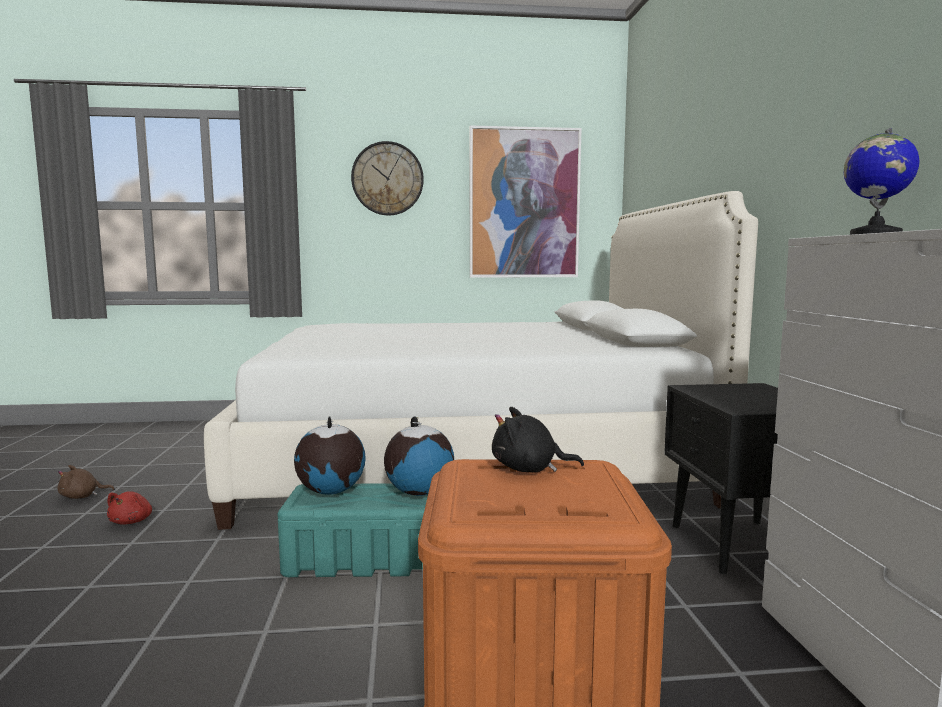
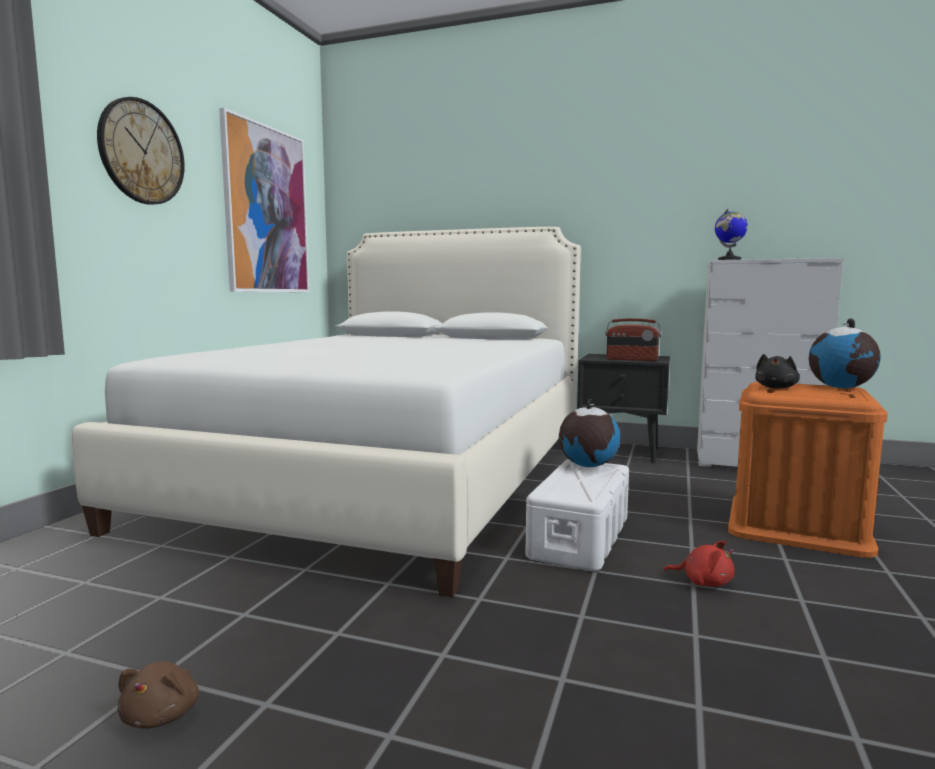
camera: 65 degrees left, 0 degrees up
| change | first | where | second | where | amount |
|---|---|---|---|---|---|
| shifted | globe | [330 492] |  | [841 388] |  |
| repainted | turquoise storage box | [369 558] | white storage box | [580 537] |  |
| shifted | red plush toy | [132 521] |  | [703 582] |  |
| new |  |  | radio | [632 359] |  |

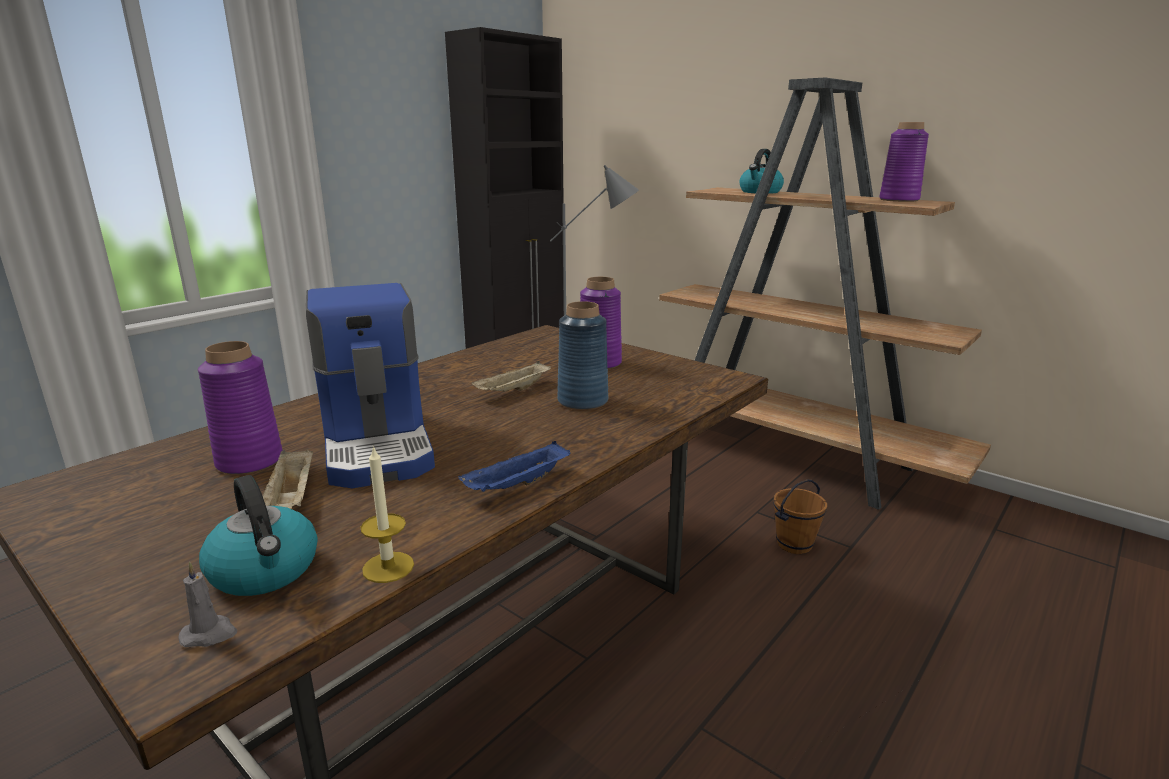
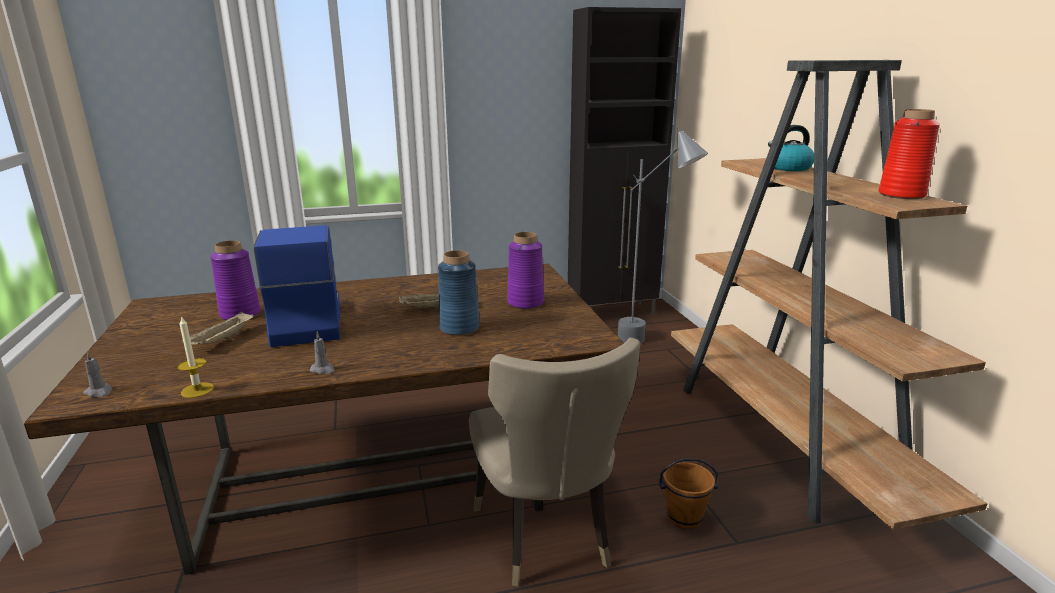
camera: 35 degrees right, 0 degrees up
| change | first | where | second | where | amount |
|---|---|---|---|---|---|
| repainted | purple vase | [899 200] | red vase | [902 195] |  |
| rotated | coffee machine | [379 444] |  | [306 322] | 150 degrees clockwise |
| swapped | blue tray | [517 485] | grey candle | [323 370] |  |
| gone | kettle | [265 571] |  |  |  |
| new |  |  | beige chair | [546 538] |  |

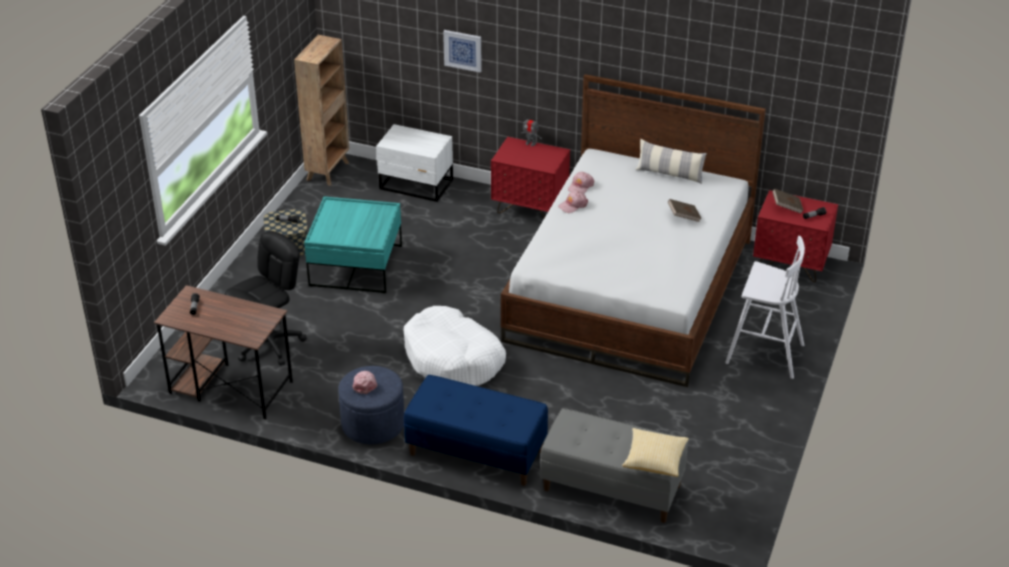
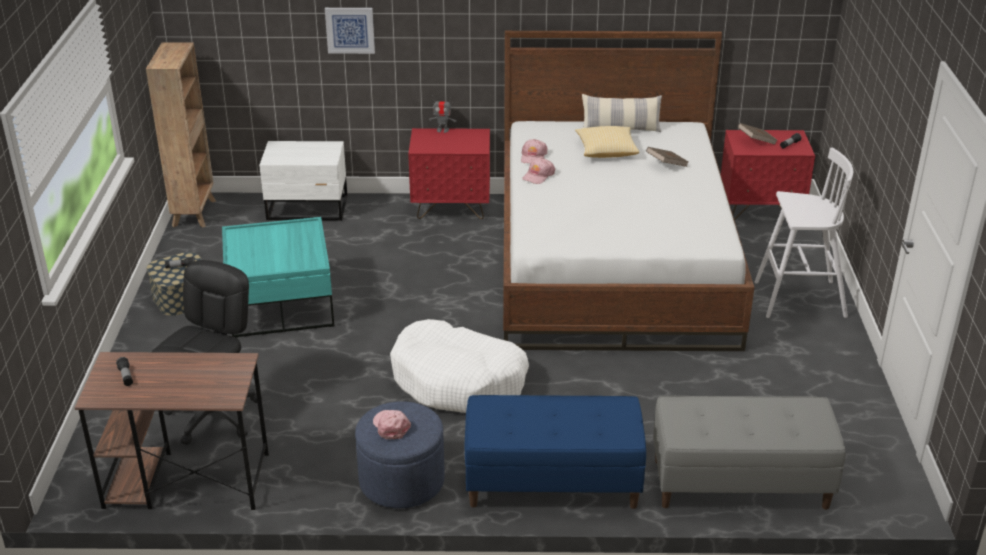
camera: 20 degrees left, 5 degrees down
| change | first | where | second | where | amount |
|---|---|---|---|---|---|
| shifted | pillow | [654 460] |  | [606 151] |  |

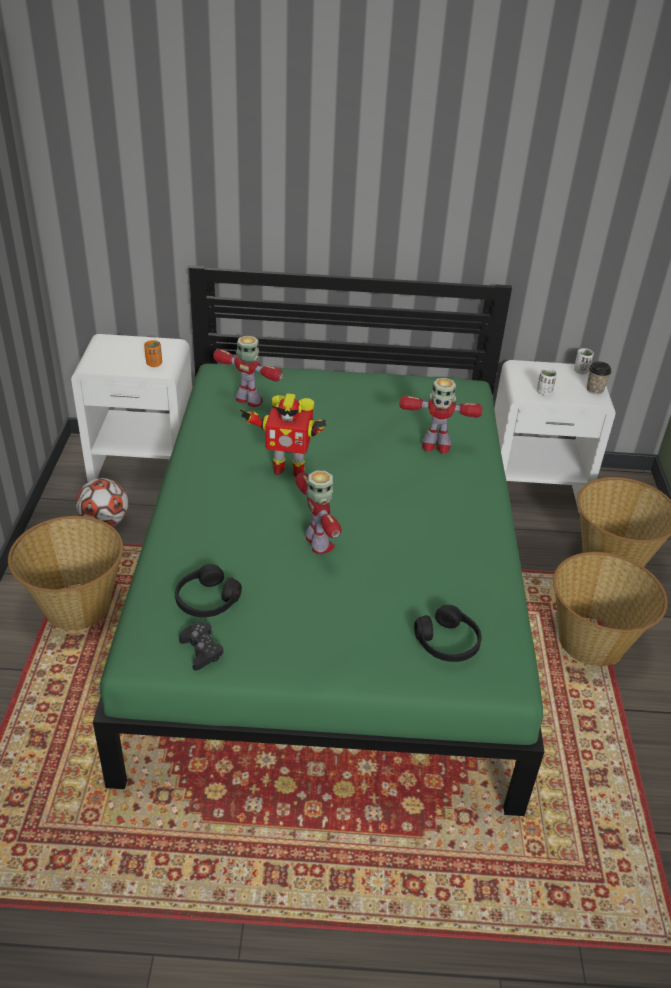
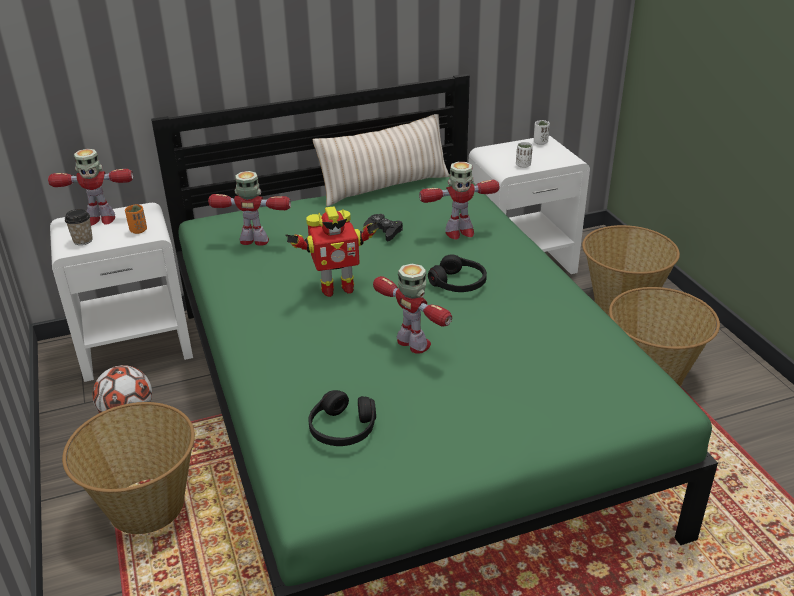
camera: 20 degrees left, 5 degrees down
| change | first | where | second | where | amount |
|---|---|---|---|---|---|
| shifted | cup | [595 390] |  | [83 240] |  |
| shifted | black headphones | [447 642] |  | [458 283] |  |
| shifted | black game controller | [201 650] |  | [383 231] |  |
| new |  |  | beige pillow | [384 187] |  |
| new |  |  | toy robot | [100 219] |  |

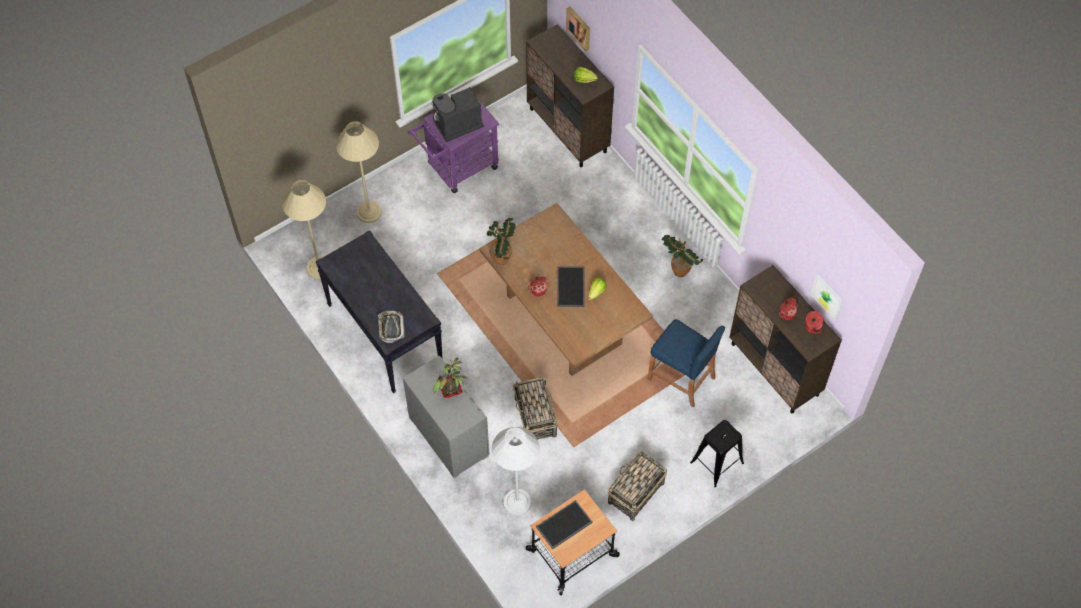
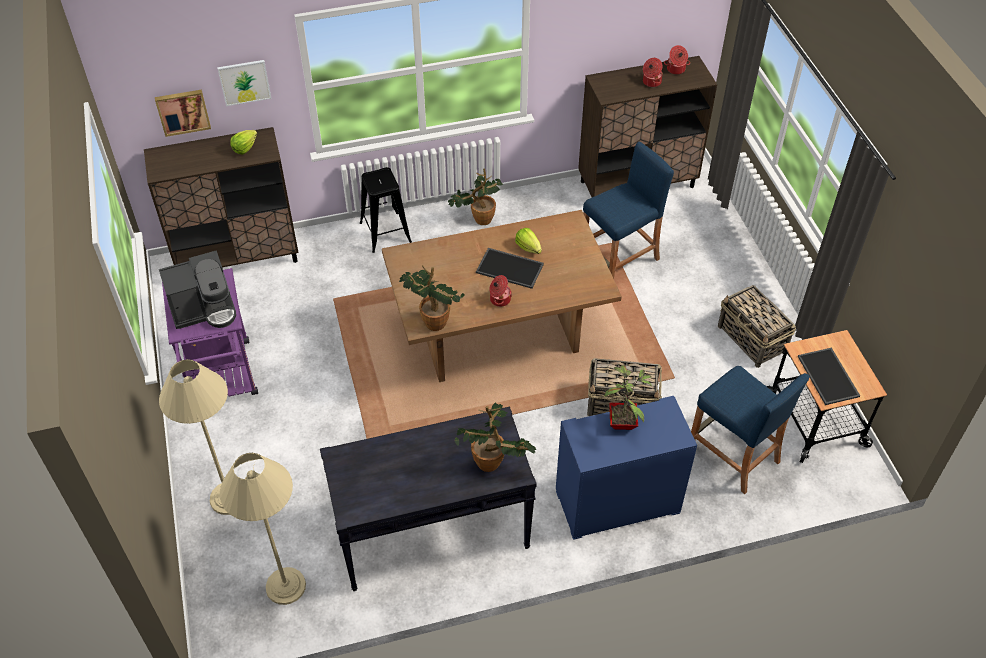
camera: 70 degrees left, 10 degrees down
| change | first | where | second | where | amount |
|---|---|---|---|---|---|
| rotated | coffee machine | [456 125] |  | [205 309] | 105 degrees counterclockwise |
| shifted | picture | [827 296] |  | [244 82] |  |
| swapped | tray | [391 327] | potted plant | [493 465] |  |
| repainted | grey dresser | [448 437] | blue dresser | [617 502] |  |
| shifted | black stool | [717 462] |  | [385 232] |  |
| swapped | white floor lamp | [517 502] | blue stool | [733 455] |  |

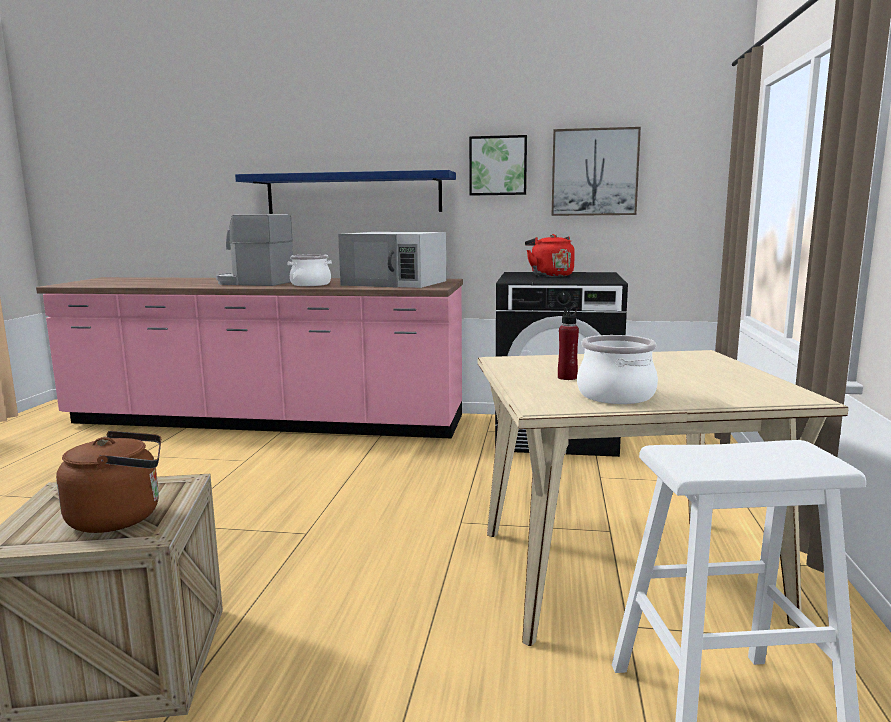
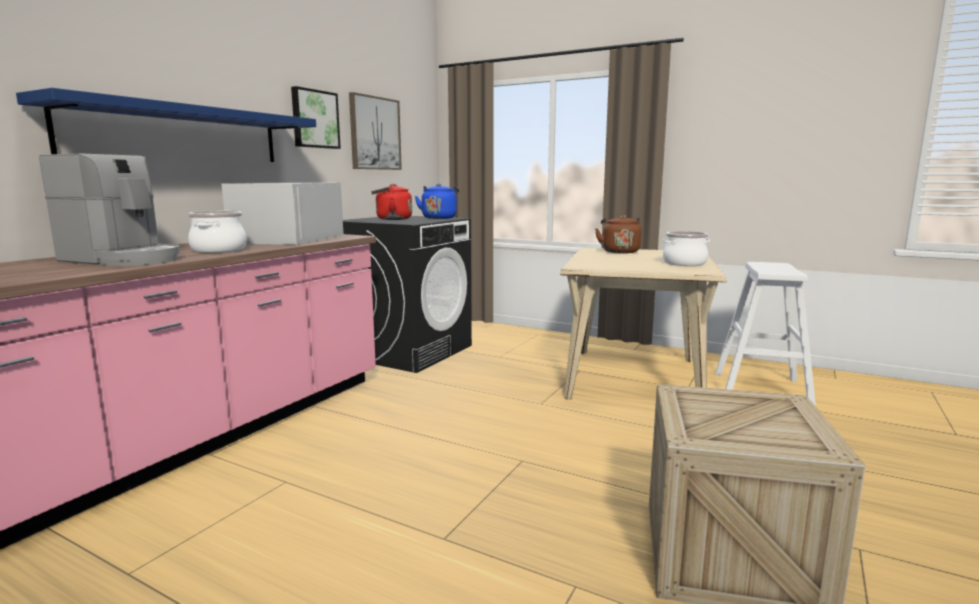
camera: 70 degrees left, 0 degrees up
| change | first | where | second | where | amount |
|---|---|---|---|---|---|
| rotated | coffee machine | [253 283] |  | [124 259] | 105 degrees counterclockwise |
| rotated | white microwave | [395 283] |  | [287 238] | 150 degrees clockwise |
| gone | red bottle | [567 377] |  |  |  |
| shifted | brown kettle | [121 517] |  | [619 251] |  |
| new |  |  | blue kettle | [439 218] |  |

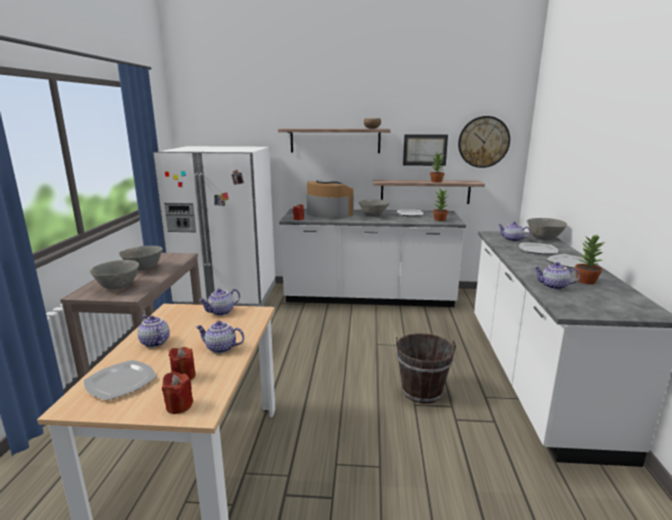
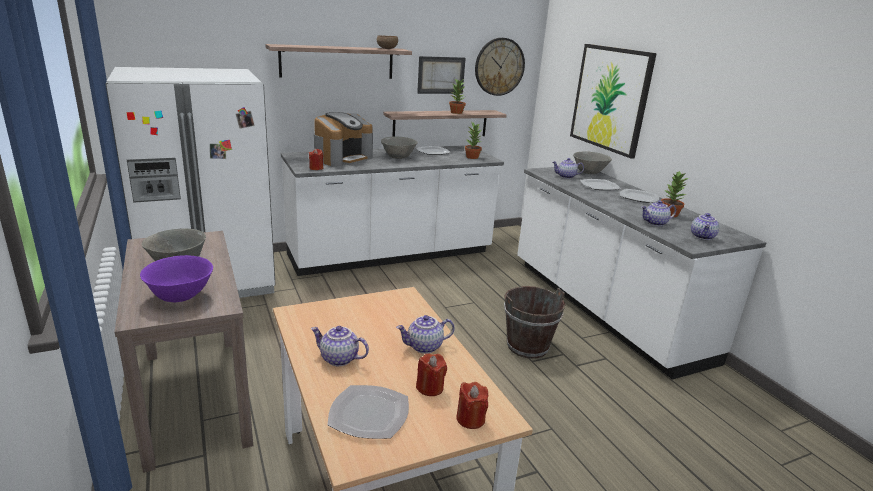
camera: 30 degrees left, 5 degrees up
| change | first | where | second | where | amount |
|---|---|---|---|---|---|
| rotated | coffee machine | [328 214] |  | [342 158] | 120 degrees clockwise |
| repainted | grey bowl | [118 287] | purple bowl | [181 297] |  |
| shifted | teapot | [221 312] |  | [703 237] |  |
| new |  |  | picture | [610 99] |  |

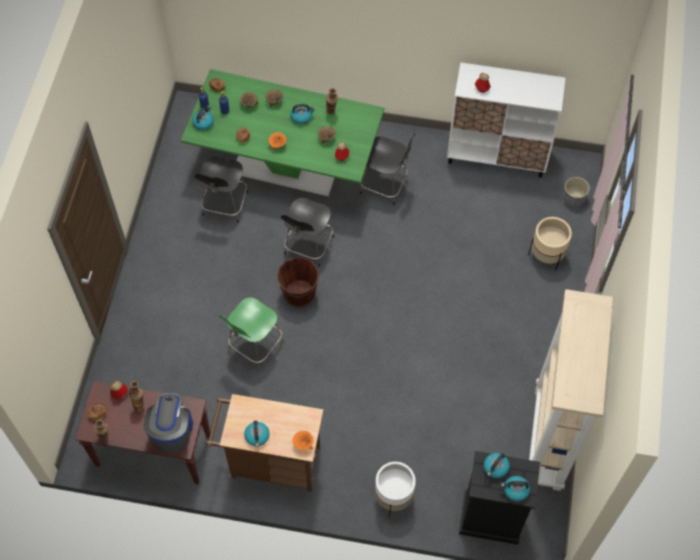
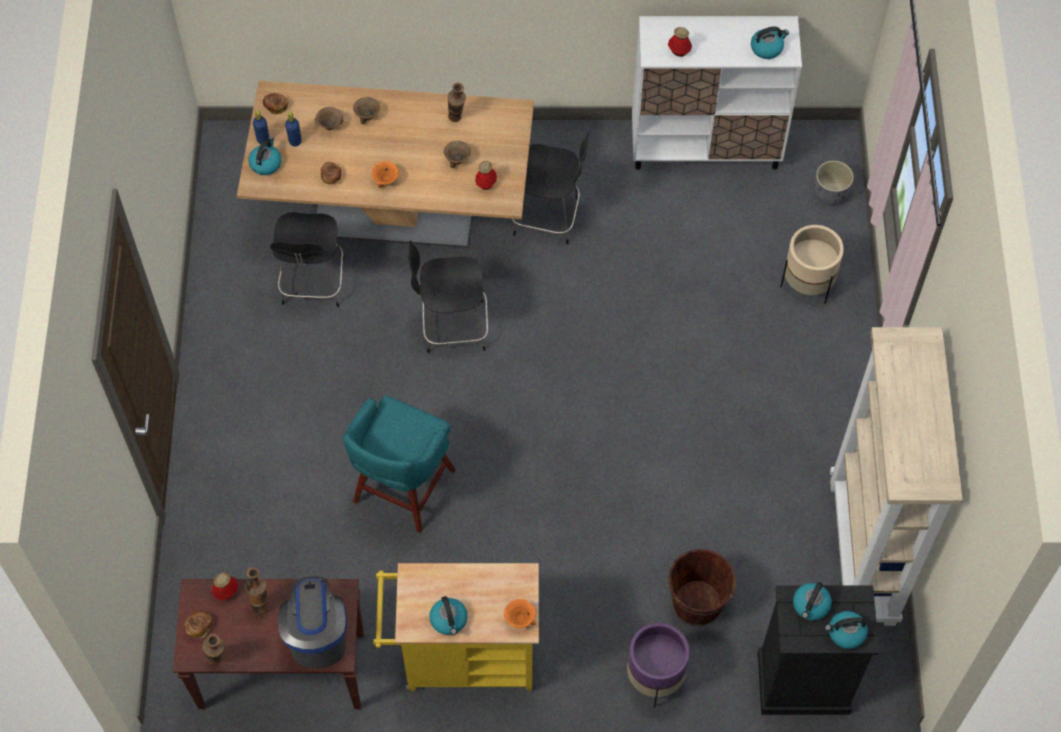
camera: 10 degrees left, 0 degrees up
| change | first | where | second | where | amount |
|---|---|---|---|---|---|
| repainted | green dining table | [286 166] | beige dining table | [394 211] |  |
| shifted | kettle | [302 117] |  | [767 48] |  |
| rotated | black chair | [308 247] |  | [452 326] | 75 degrees clockwise |
| shifted | brown bucket | [299 294] |  | [697 604] |  |
| swapped | green chair | [254 346] | turquoise stool | [402 489] |  |
| repainted | brown cart | [270 462] | yellow cart | [461 658] |  |
| repainted | white planter | [393 497] | purple planter | [654 677] |  |

